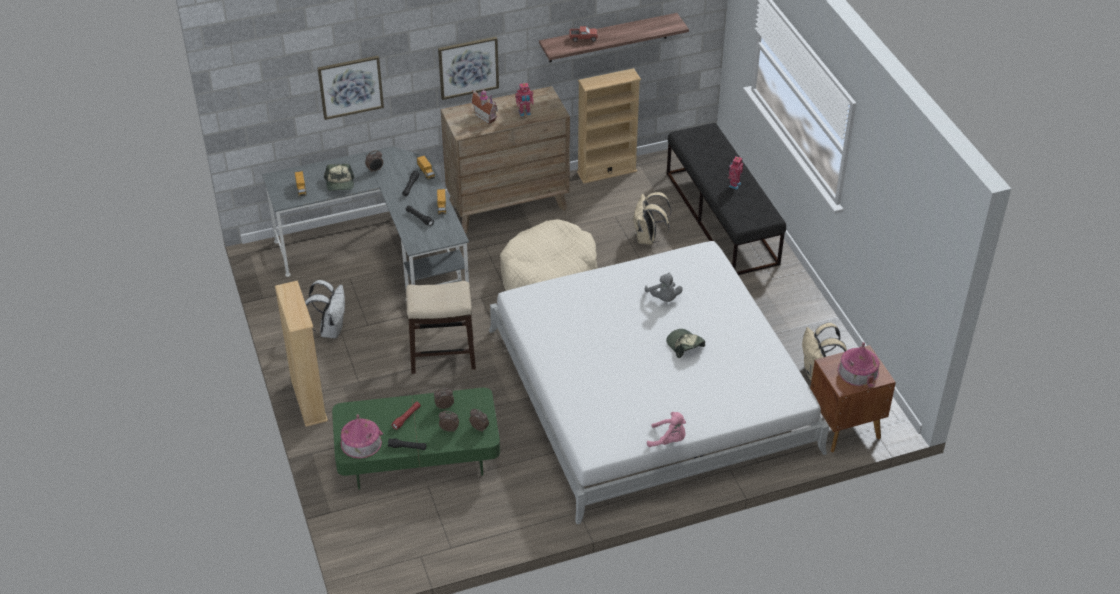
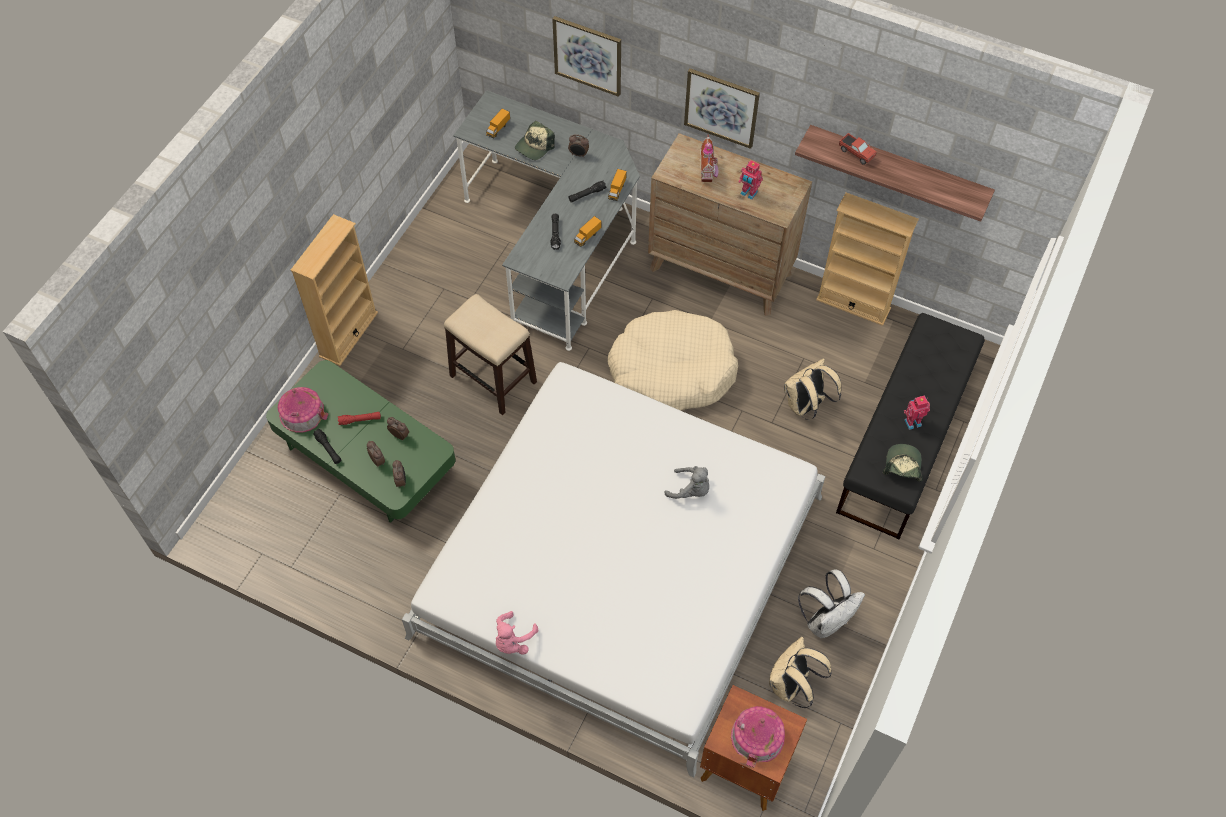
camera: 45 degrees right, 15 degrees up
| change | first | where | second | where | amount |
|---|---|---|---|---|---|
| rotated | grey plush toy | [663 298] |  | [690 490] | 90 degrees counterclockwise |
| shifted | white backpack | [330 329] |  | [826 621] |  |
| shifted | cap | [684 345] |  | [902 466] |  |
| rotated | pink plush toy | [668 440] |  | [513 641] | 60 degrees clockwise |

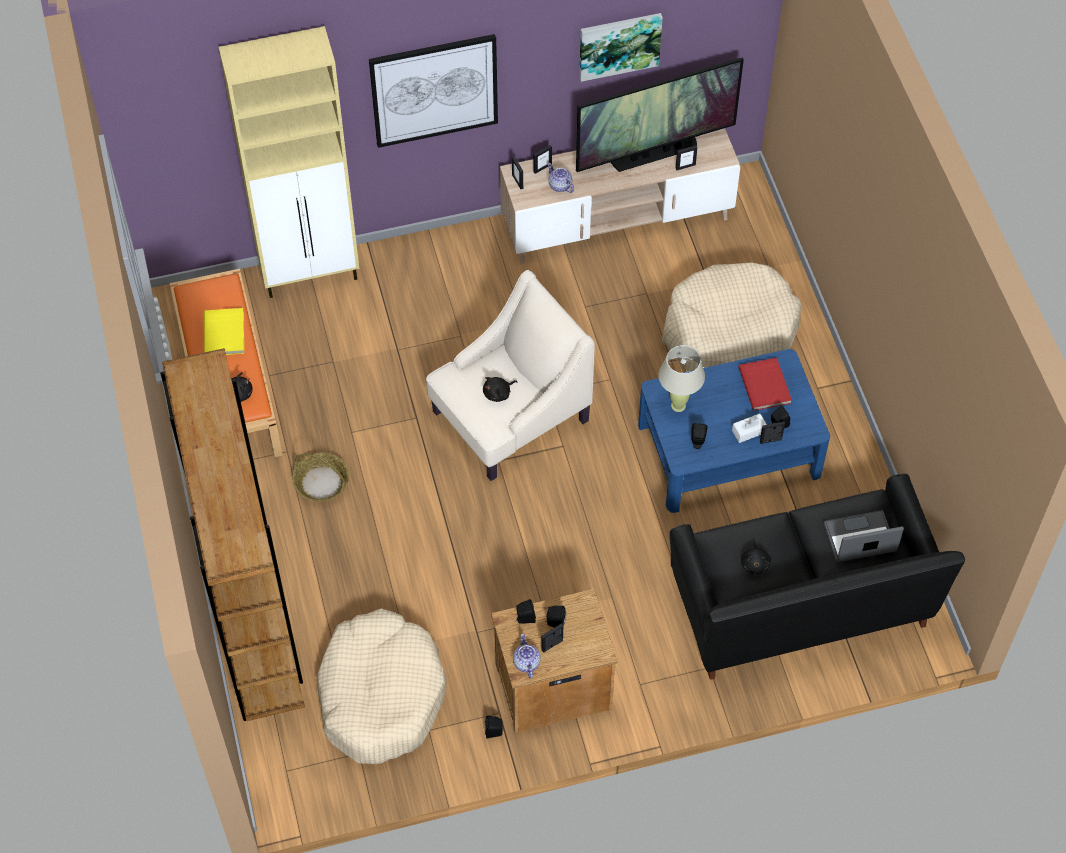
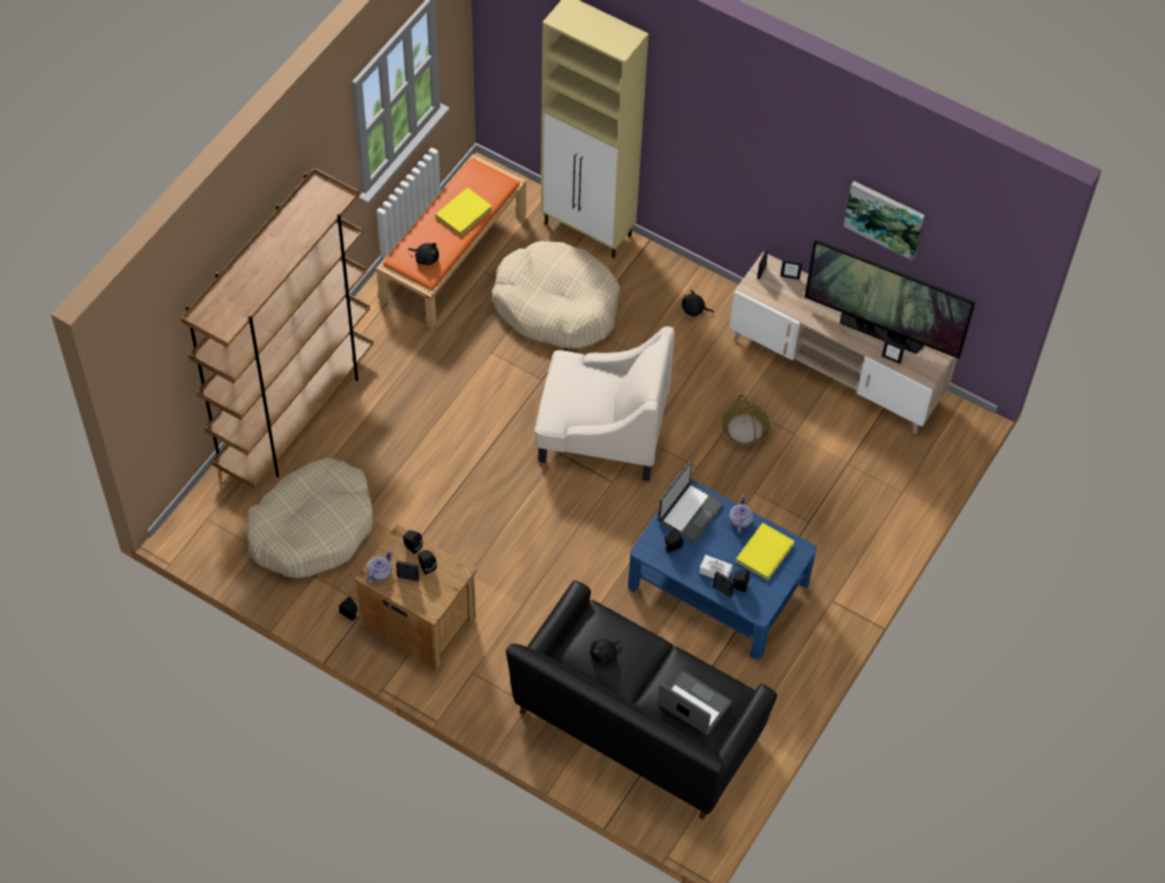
camera: 45 degrees right, 0 degrees up
| change | first | where | second | where | amount |
|---|---|---|---|---|---|
| gone | picture | [434 90] |  |  |  |
| shifted | teapot | [559 185] |  | [739 520] |  |
| shifted | beige dog bed | [728 331] |  | [556 305] |  |
| swapped | beige table lamp | [678 405] | laptop | [689 512] |  |
| repainted | red book | [765 385] | yellow book | [765 553] |  |
| shifted | black plush toy | [498 393] |  | [694 310] |  |
| shifted | basket | [322 482] |  | [745 429] |  |

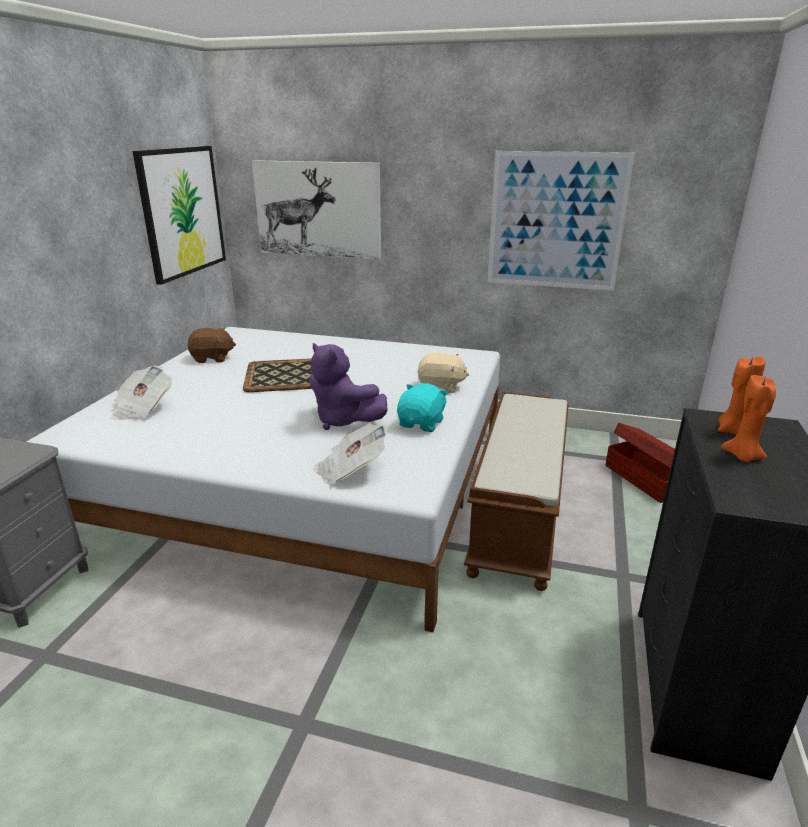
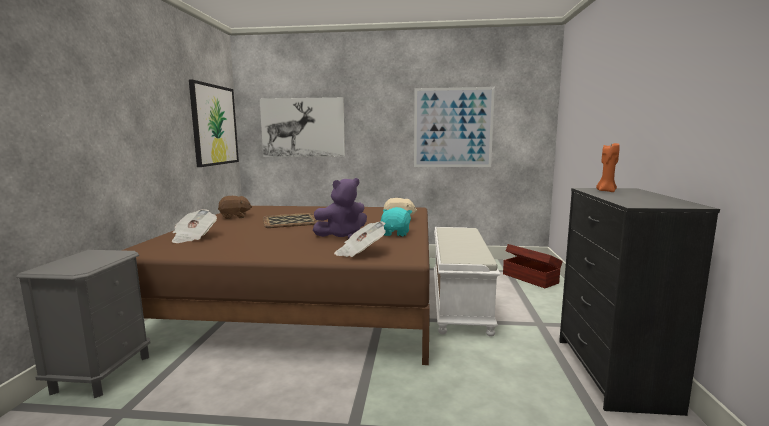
camera: 10 degrees left, 15 degrees down
| change | first | where | second | where | amount |
|---|---|---|---|---|---|
| repainted | white bed | [306 482] | brown bed | [307 296] |  |
| rotated | purple plush toy | [343 420] |  | [342 235] | 60 degrees counterclockwise |
| gone | orange candle | [742 456] |  |  |  |
| repainted | brown bench | [516 515] | white bench | [458 301] |  |

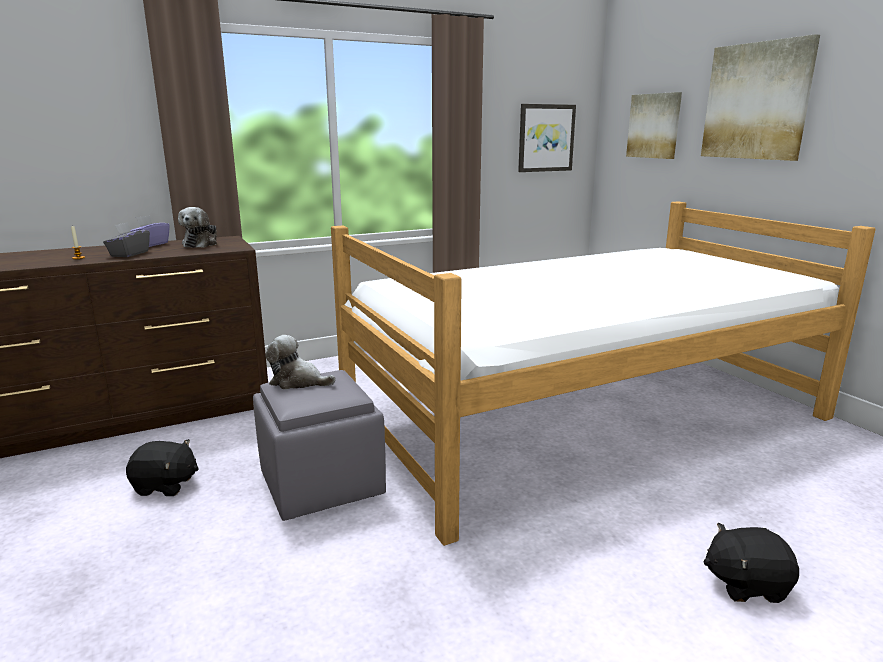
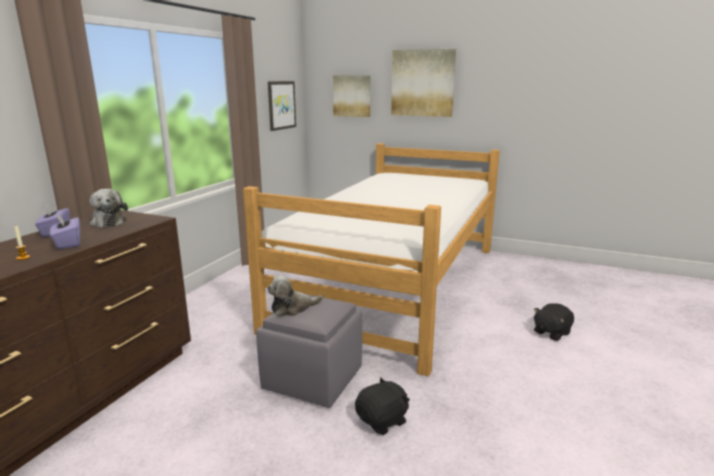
camera: 40 degrees left, 0 degrees up
| change | first | where | second | where | amount |
|---|---|---|---|---|---|
| repainted | grey tissue box | [129 254] | purple tissue box | [68 243] |  |
| shifted | black plush toy | [165 486] |  | [382 421] |  |

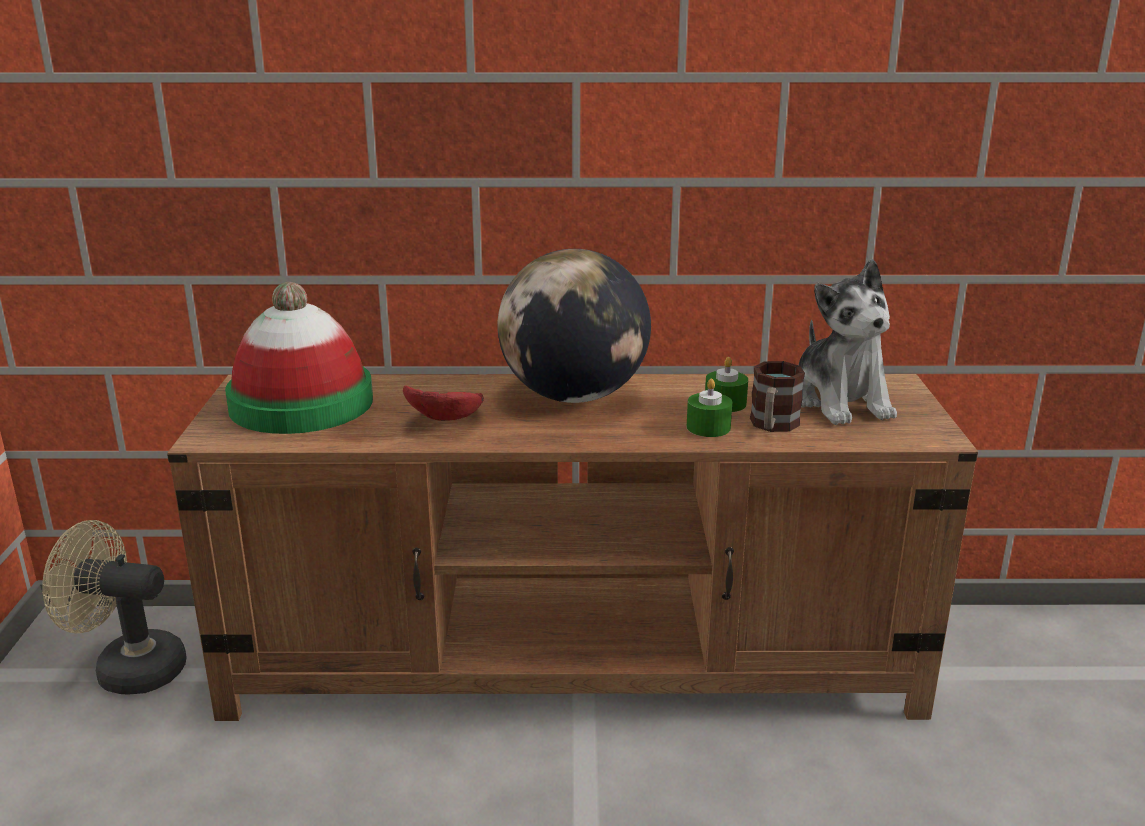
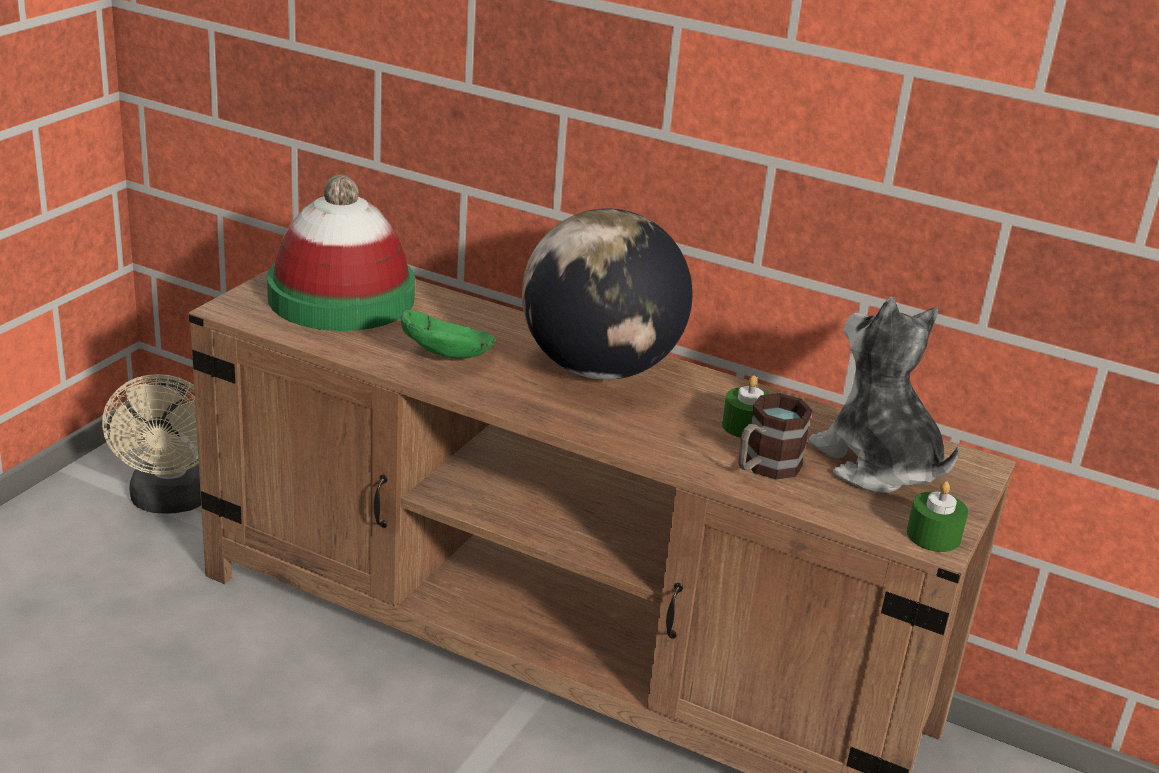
camera: 25 degrees right, 5 degrees up
| change | first | where | second | where | amount |
|---|---|---|---|---|---|
| rotated | plush toy | [840 401] |  | [877 465] | 135 degrees clockwise |
| shifted | green candle | [708 427] |  | [933 536] |  |
| repainted | red bowl | [448 421] | green bowl | [451 357] |  |
| rotated | beige fan | [128 669] |  | [170 502] | 135 degrees counterclockwise |

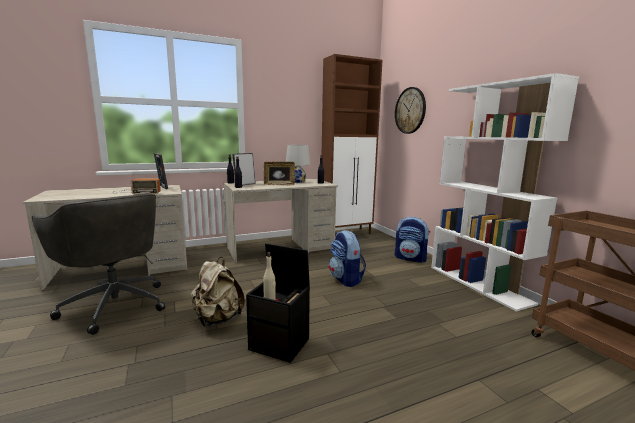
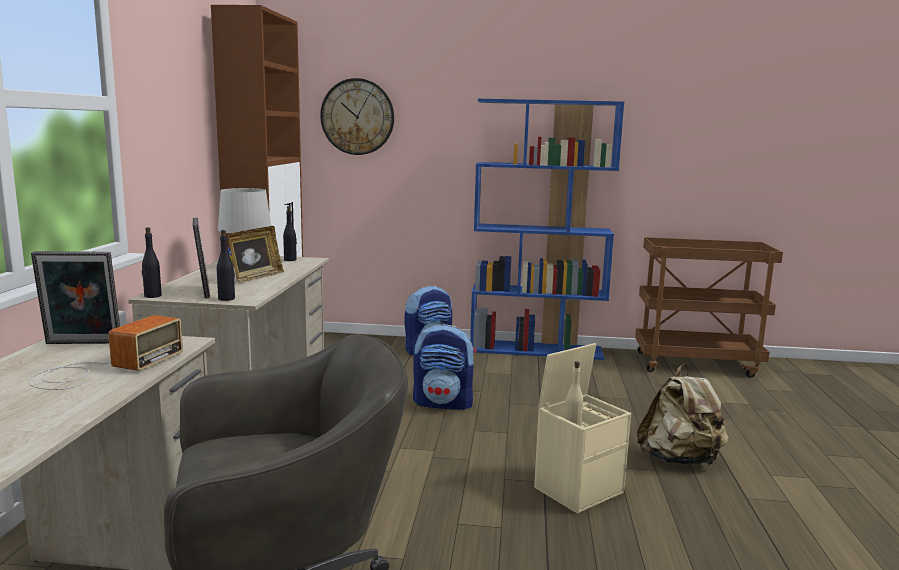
camera: 60 degrees left, 0 degrees up
| change | first | where | second | where | amount |
|---|---|---|---|---|---|
| repainted | white bookcase | [479 284] | blue bookcase | [536 350] |  |
| repainted | black storage box | [280 344] | beige storage box | [579 489] |  |
| shifted | beige backpack | [217 320] |  | [680 460] |  |

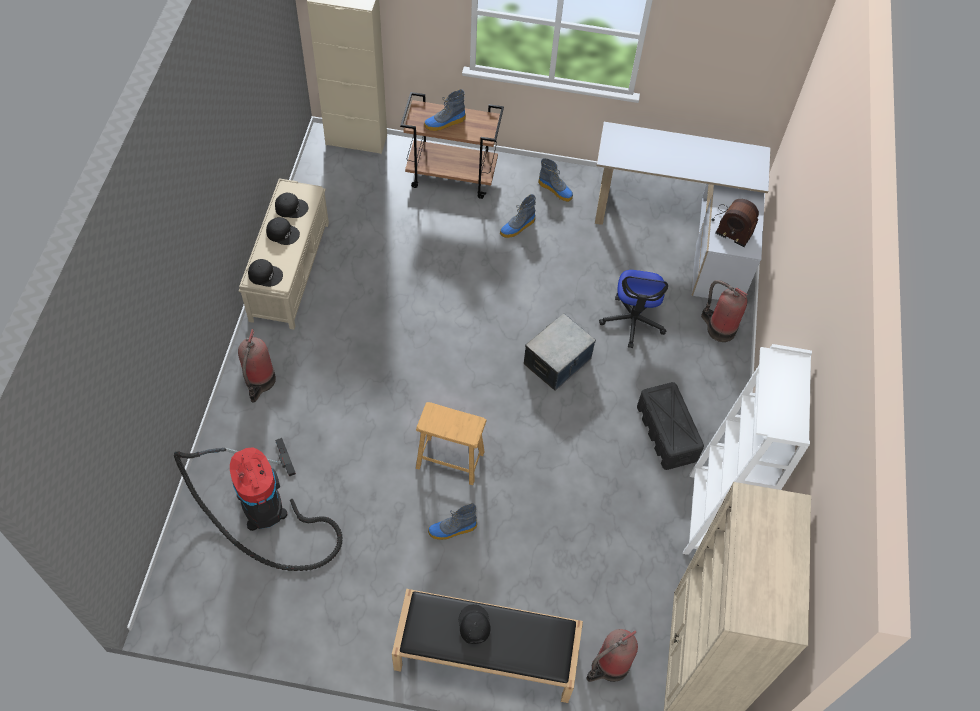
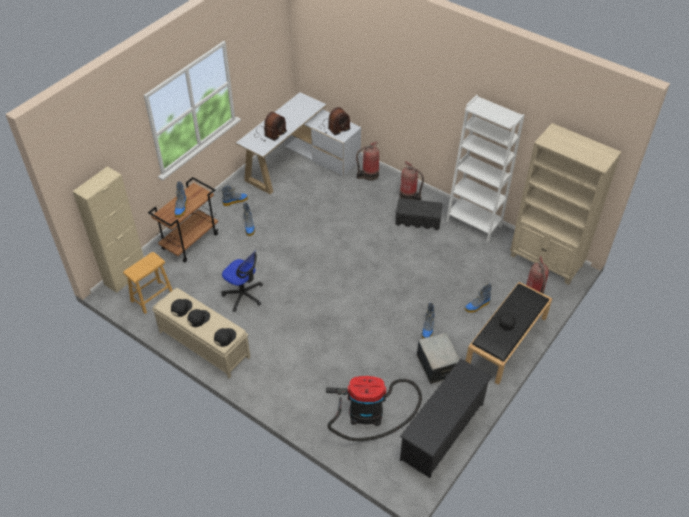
camera: 60 degrees left, 10 degrees down
| change | first | where | second | where | amount |
|---|---|---|---|---|---|
| shifted | office chair | [633 321] |  | [243 295] |  |
| shifted | storage box | [557 362] |  | [437 365] |  |
| shifted | fire extinguisher | [259 382] |  | [409 196] |  |
| shifted | brown stool | [450 460] |  | [152 297] |  |
| new |  |  | radio | [269 134] |  |
| new |  |  | boot | [477 306] |  |
| new |  |  | black shoe rack | [442 431] |  |

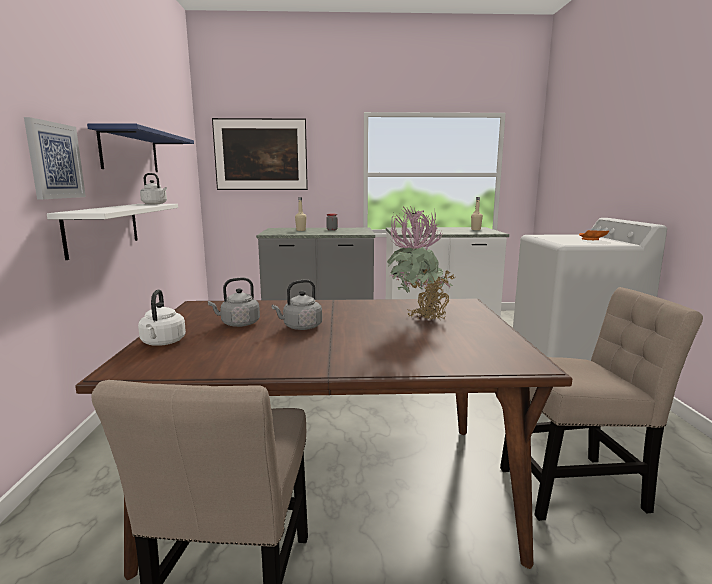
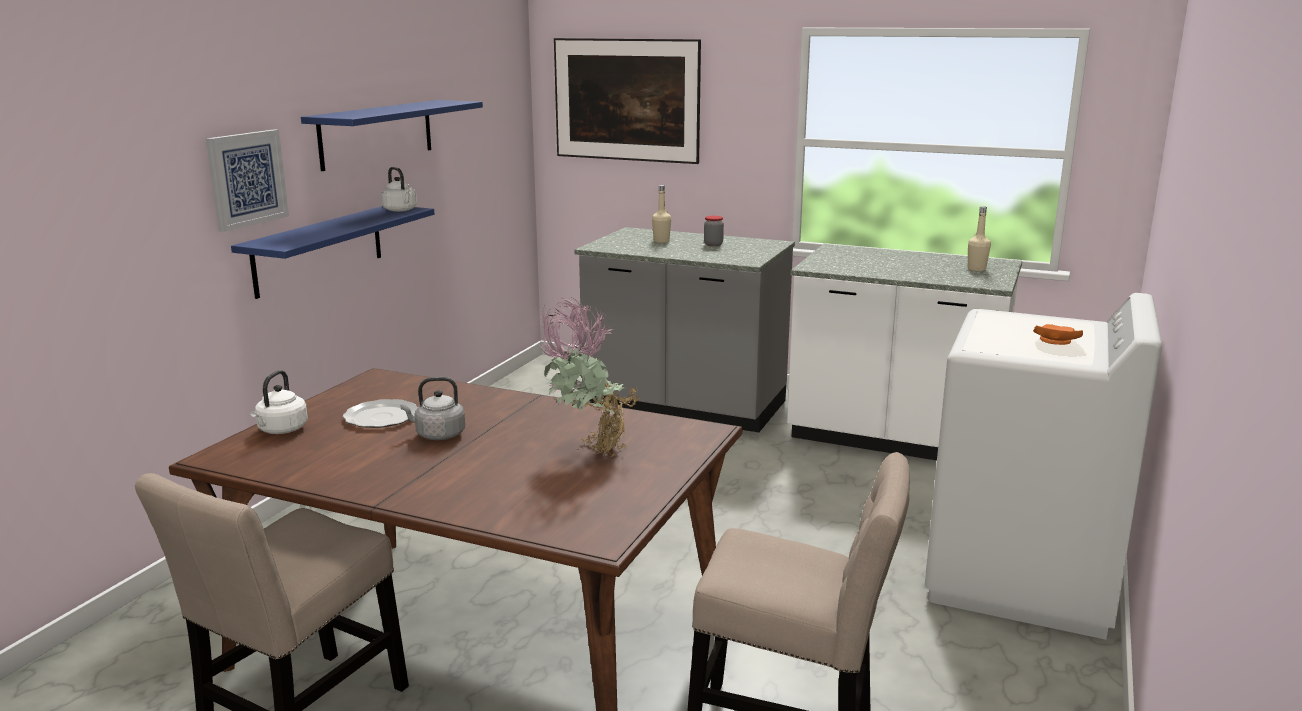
camera: 25 degrees right, 5 degrees up
| change | first | where | second | where | amount |
|---|---|---|---|---|---|
| repainted | white shelf | [103 228] | blue shelf | [319 249] |  |
| swapped | grey kettle | [238 324] | plate | [380 417] |  |

